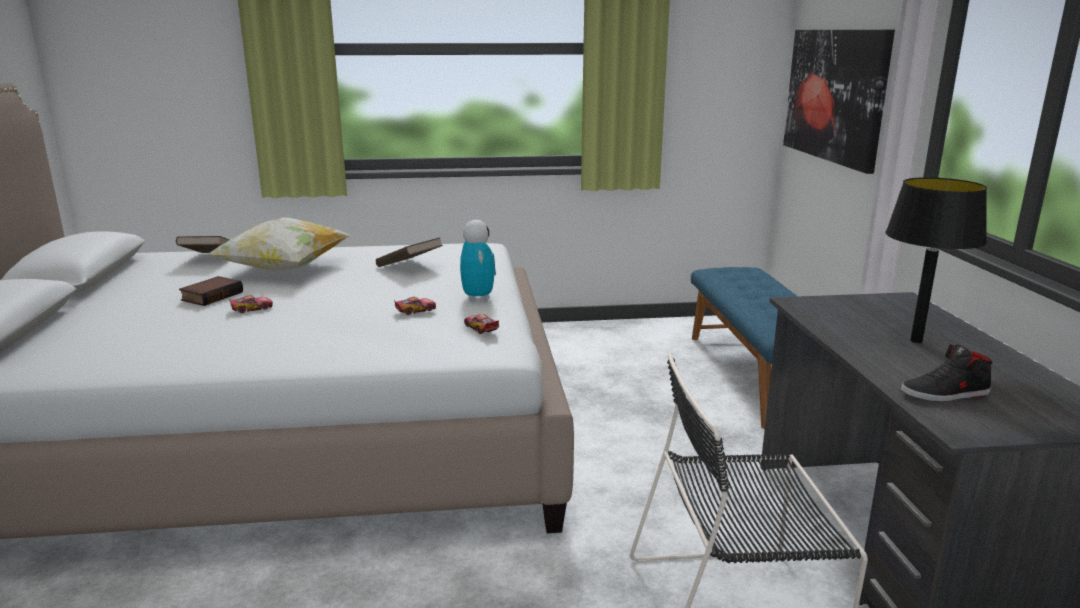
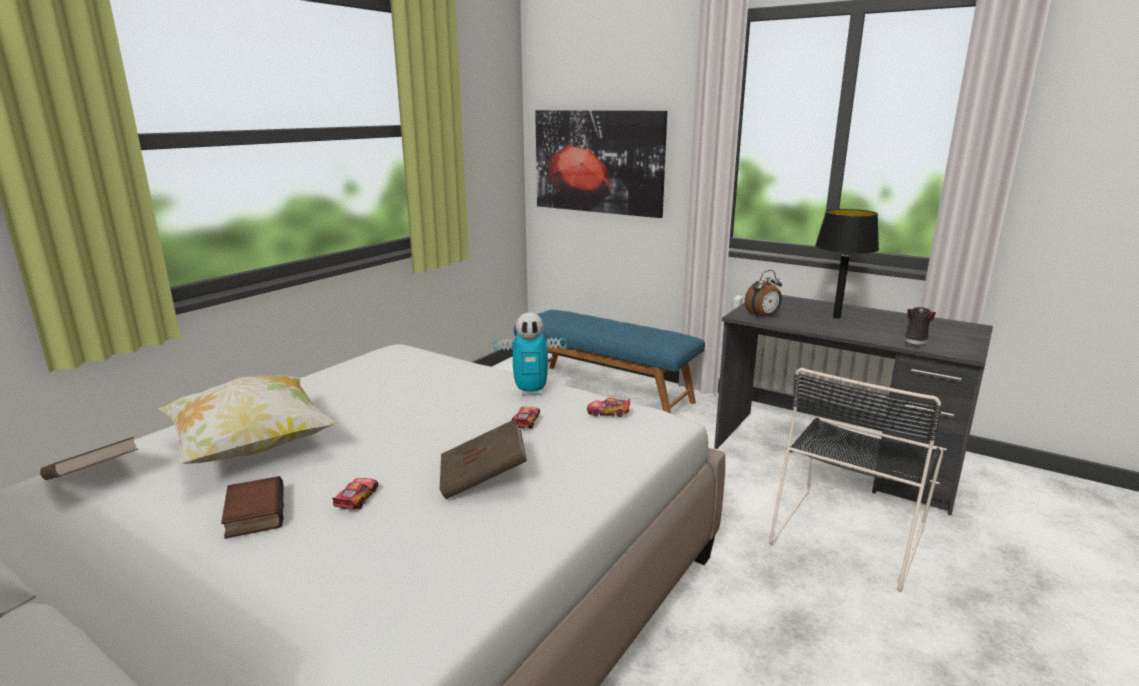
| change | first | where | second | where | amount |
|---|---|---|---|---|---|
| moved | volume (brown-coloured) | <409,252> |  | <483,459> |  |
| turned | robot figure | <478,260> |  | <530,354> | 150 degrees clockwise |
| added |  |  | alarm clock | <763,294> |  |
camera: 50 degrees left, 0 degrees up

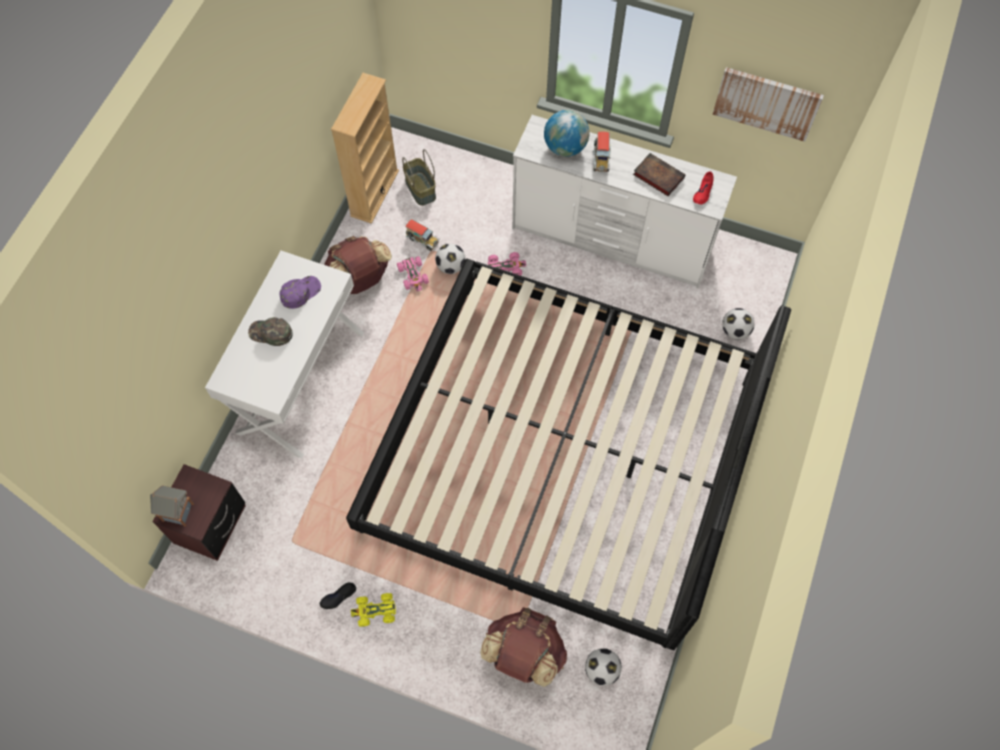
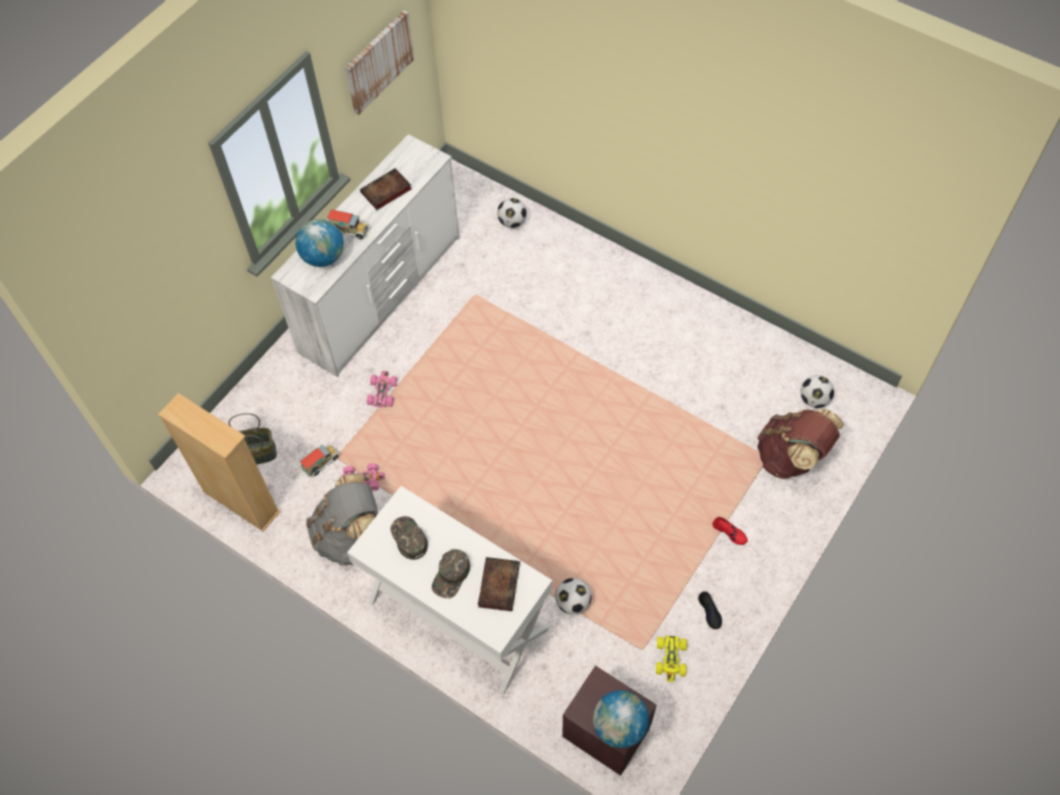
| change | first | where | second | where | amount |
|---|---|---|---|---|---|
| recoloured | rucksack (brown-coloured) | <358,265> | rucksack (grey) | <342,520> |  |
| recoloured | cap (purple) | <300,292> | cap (green) | <409,538> |  |
| added |  |  | volume | <499,584> |  |
| moved | football ball | <450,259> |  | <573,596> |  |
| replaced | model house | <172,506> | desk globe | <621,719> |  |
| moved | toy car (yellow-coloured) | <373,610> |  | <671,659> |  |
| moved | low shoe (red-coloured) | <703,187> |  | <730,531> |  |
| removed | bedroom bed | <568,454> |  |  |  |
camera: 75 degrees left, 5 degrees down

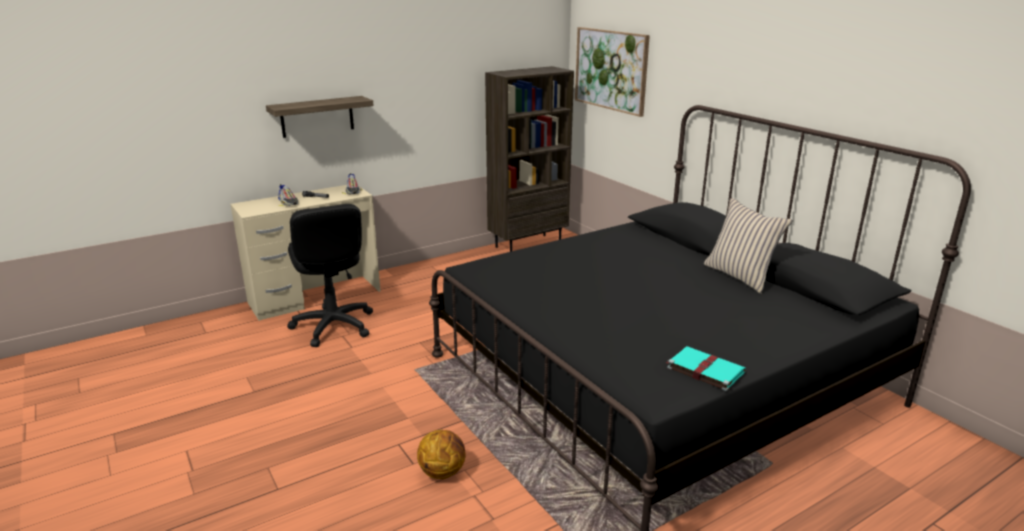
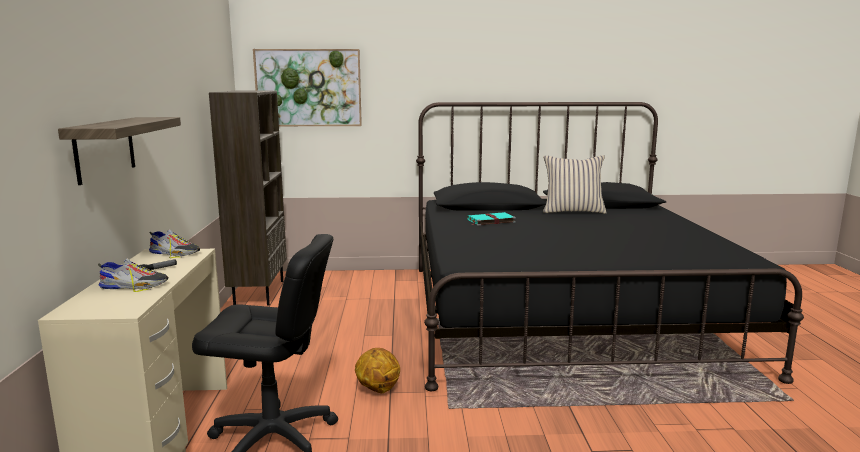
| change | first | where | second | where | amount |
|---|---|---|---|---|---|
| moved | basketball | <441,454> |  | <377,370> |  |
| moved | volume (turquoise) | <705,368> |  | <491,219> |  |
camera: 60 degrees left, 10 degrees down

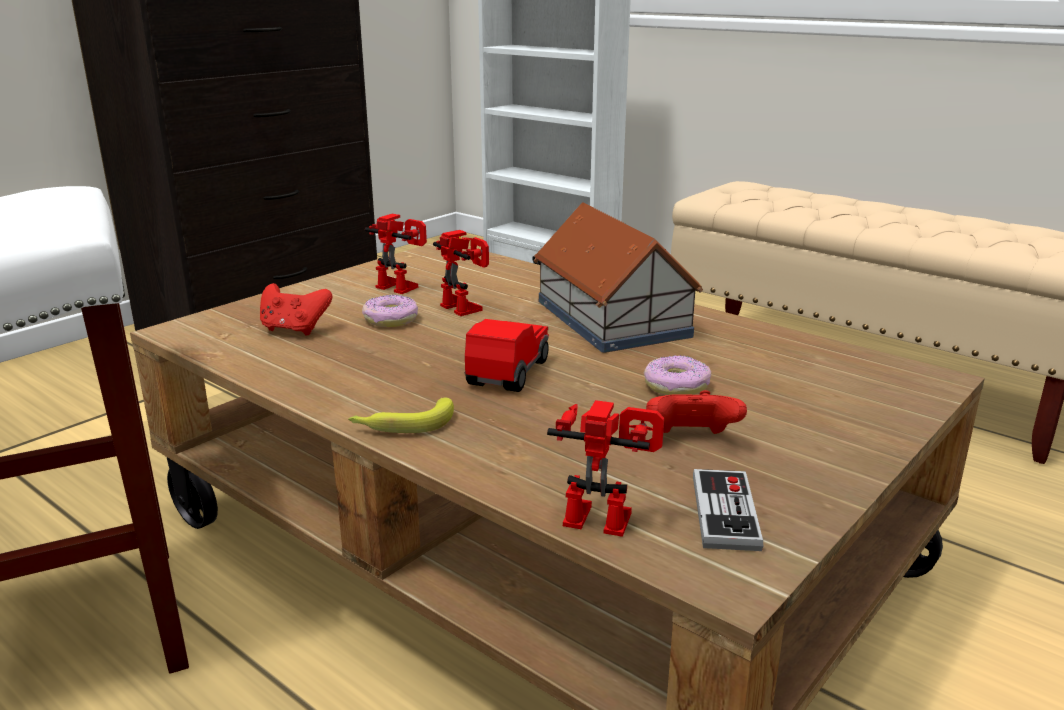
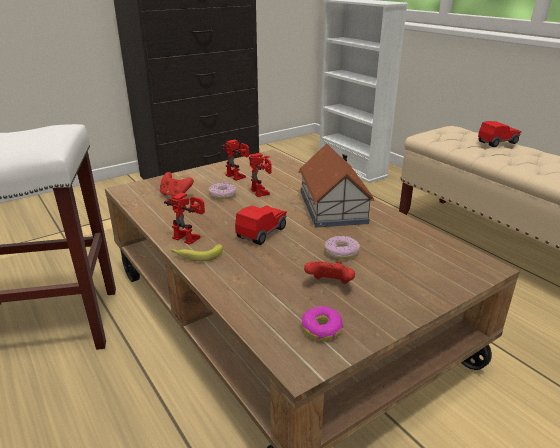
| change | first | where | second | where | amount |
|---|---|---|---|---|---|
| moved | robot figure | <605,468> |  | <184,219> |  |
| replaced | joypad | <728,510> | doughnut | <322,323> |  |
| added |  |  | toy car | <499,134> |  |
camera: 15 degrees right, 5 degrees up

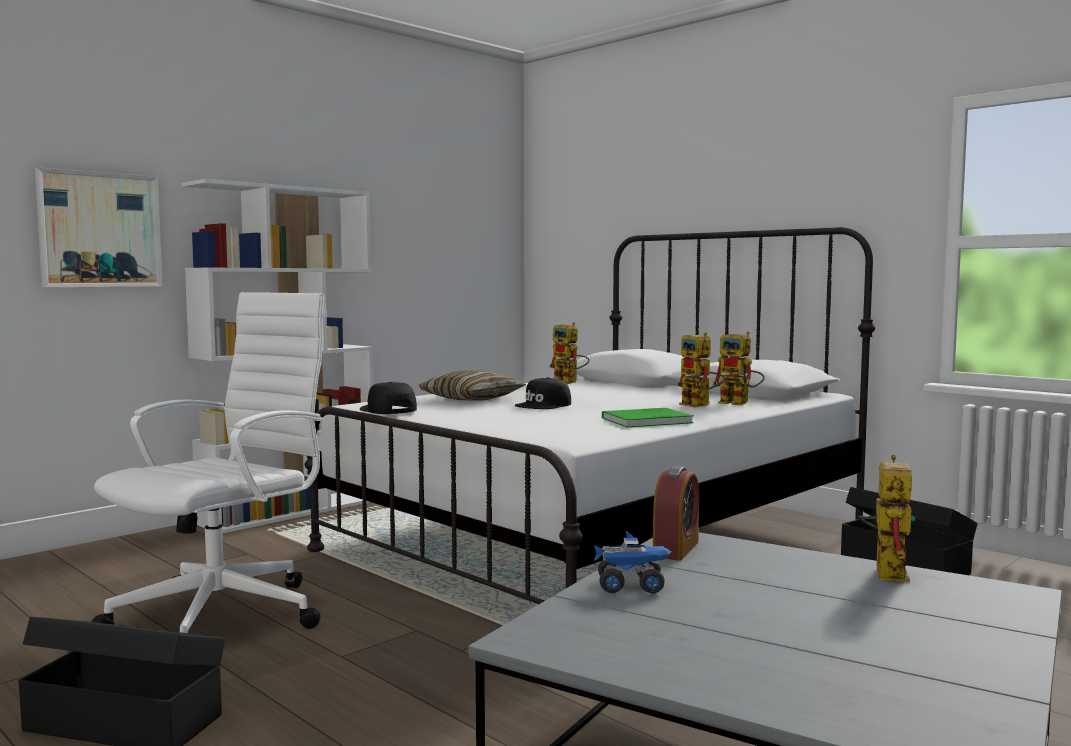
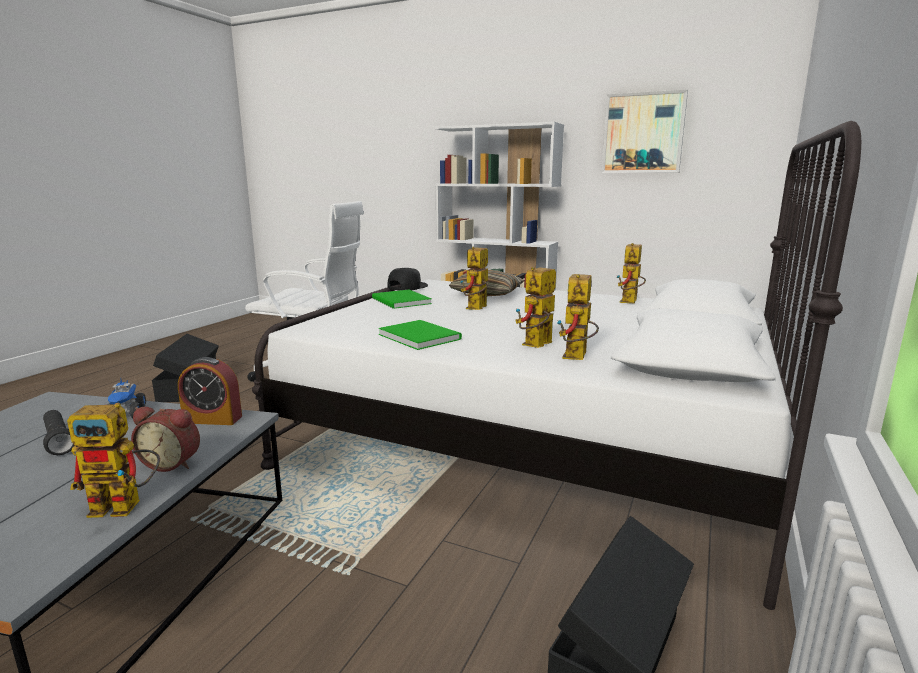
| change | first | where | second | where | amount |
|---|---|---|---|---|---|
| added |  |  | flashlight (black-coloured) | <59,432> |  |
| added |  |  | alarm clock | <165,439> |  |
| added |  |  | volume (green) | <402,299> |  |
| replaced | cap (black-coloured) | <542,393> | robot figure | <474,278> |  |
| moved | wall art | <98,227> |  | <644,131> |  |
camera: 70 degrees right, 10 degrees up

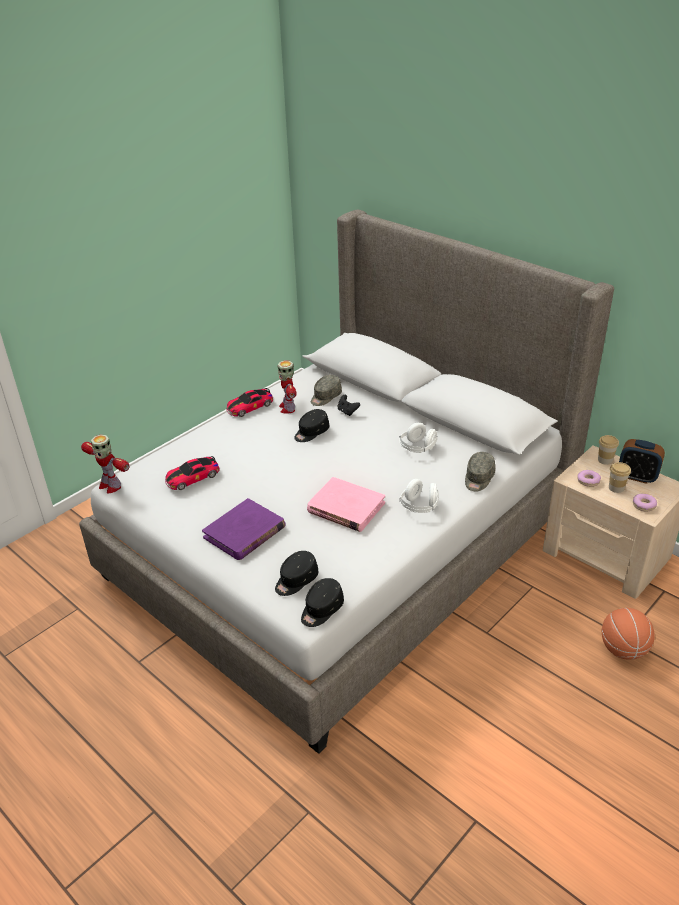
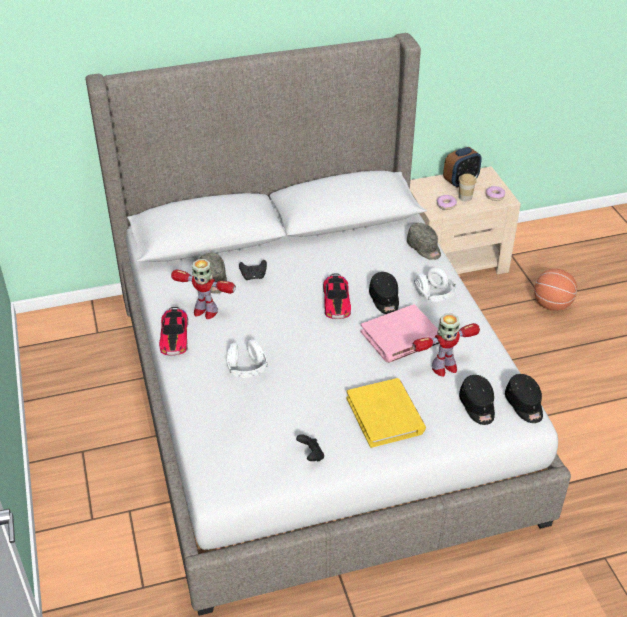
| change | first | where | second | where | amount |
|---|---|---|---|---|---|
| moved | headset (white) | <418,438> |  | <247,358> |  |
| added |  |  | joypad (black-coloured) | <310,447> |  |
| moved | toy car | <192,473> |  | <337,296> |  |
| recoloured | volume (purple) | <244,529> | volume (yellow-coloured) | <386,413> |  |
| moved | cap (black-coloured) | <311,425> |  | <384,293> |  |
| moved | robot figure | <105,464> |  | <446,345> |  |
| removed | drinking cup | <608,450> |  |  |  |
camera: 60 degrees left, 5 degrees up

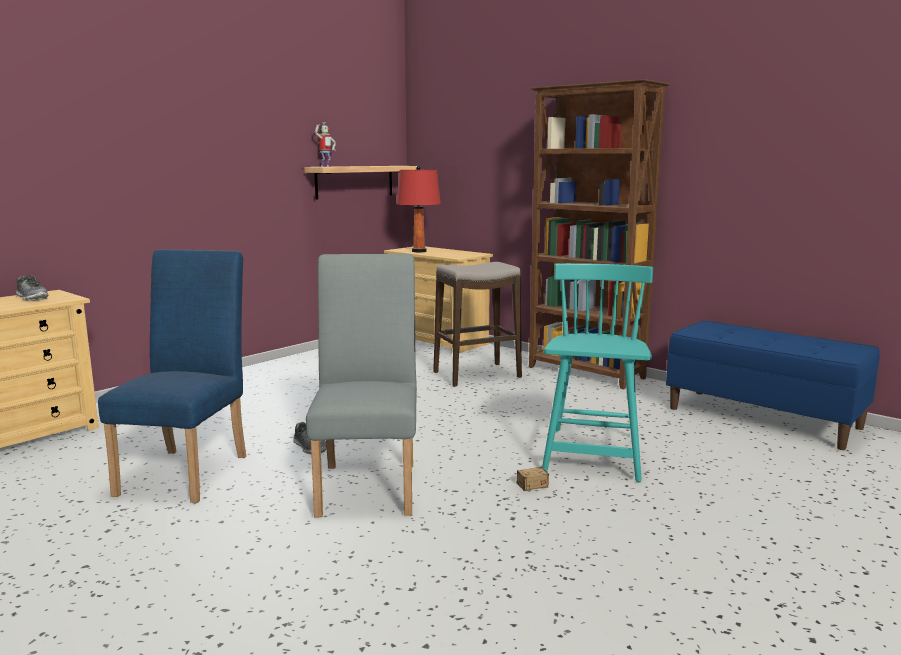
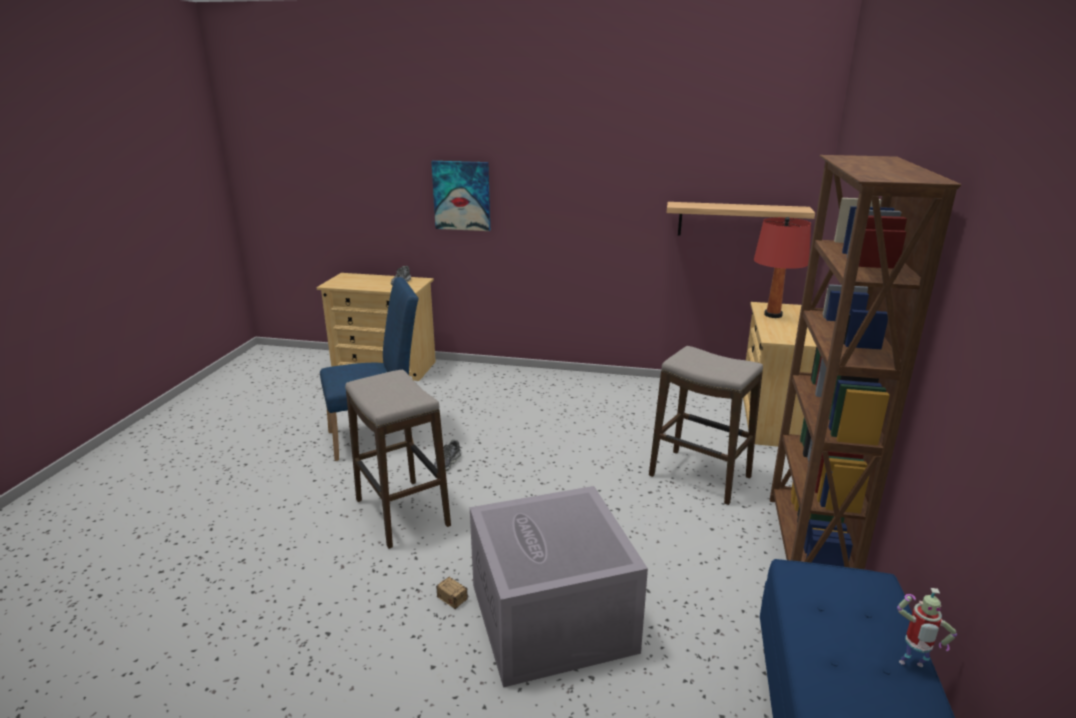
| change | first | where | second | where | amount |
|---|---|---|---|---|---|
| replaced | plain chair (grey) | <361,385> | stool | <398,459> |  |
| added |  |  | wall art | <460,196> |  |
| replaced | plain chair (turquoise) | <597,372> | storage bin (grey) | <559,586> |  |
| moved | robot figure | <325,144> |  | <927,627> |  |
camera: 60 degrees right, 10 degrees up

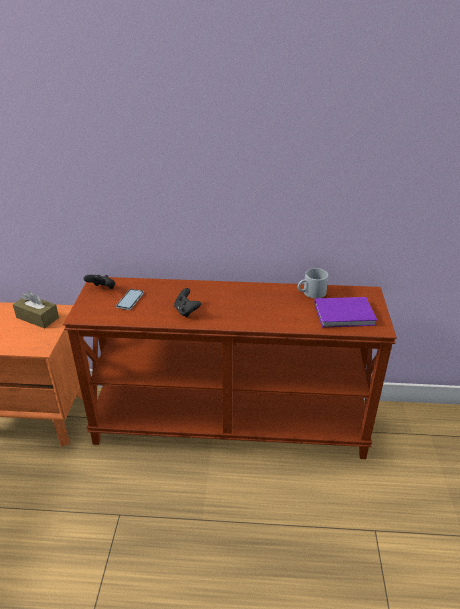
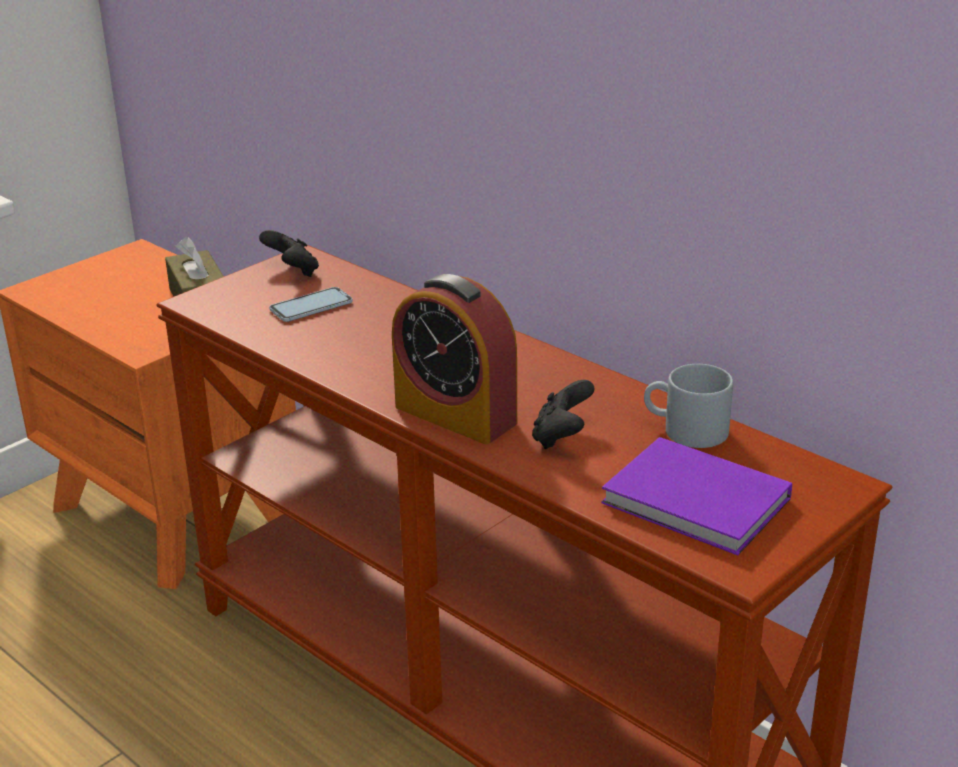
| change | first | where | second | where | amount |
|---|---|---|---|---|---|
| added |  |  | alarm clock | <454,359> |  |
| moved | joypad (black-coloured) | <187,302> |  | <563,414> |  |
camera: 40 degrees right, 5 degrees down

